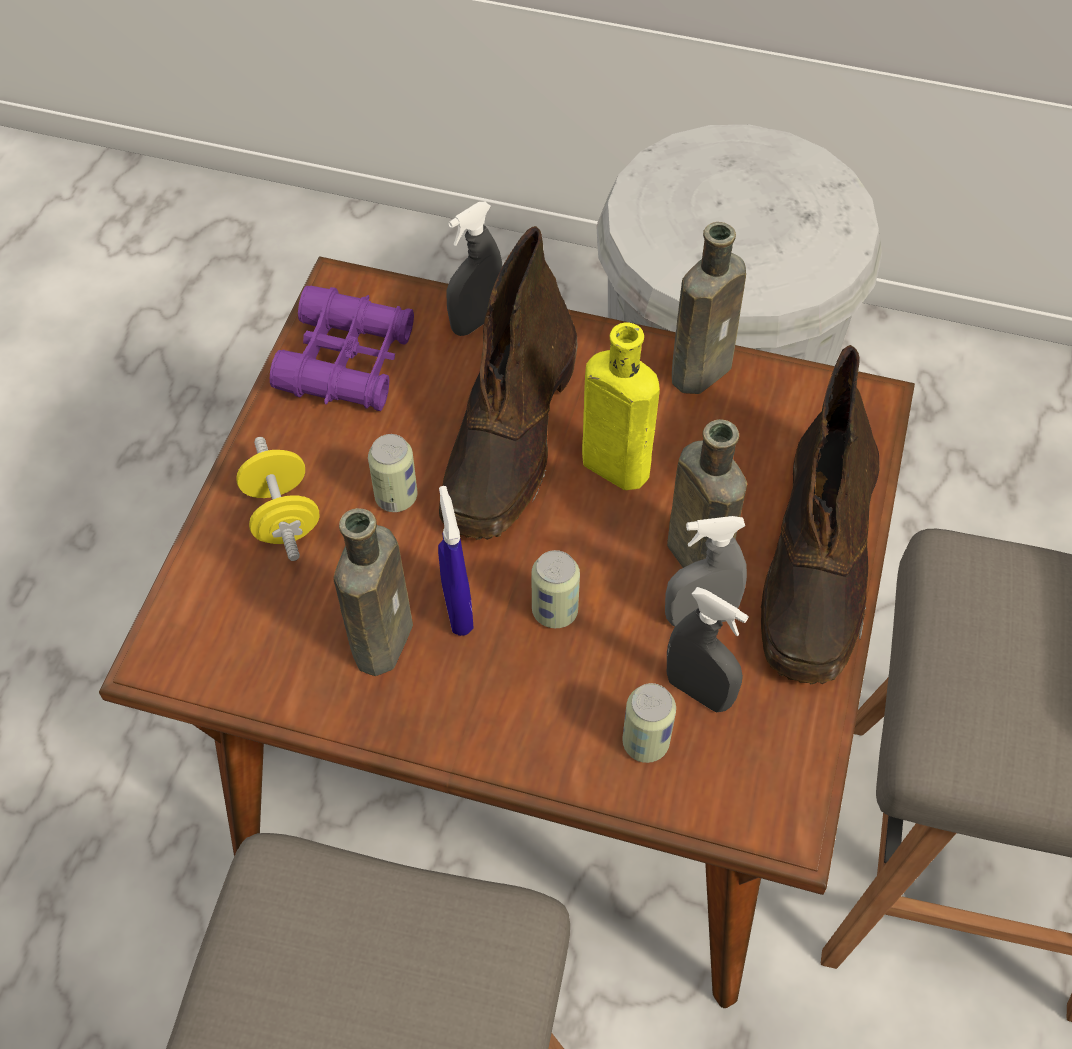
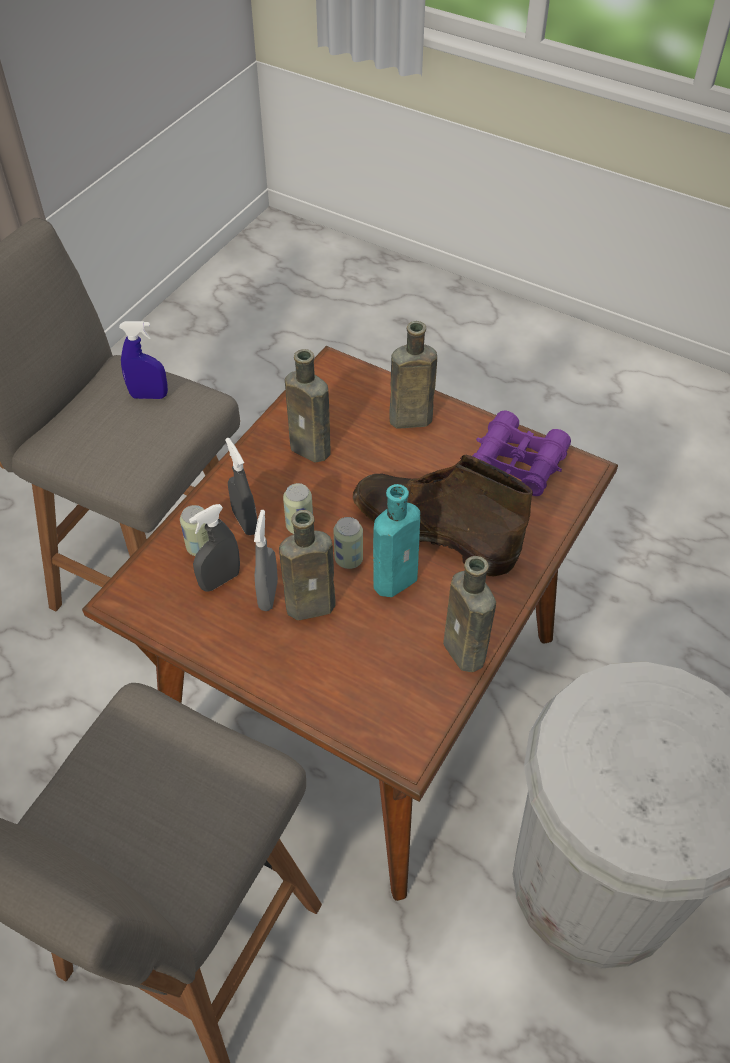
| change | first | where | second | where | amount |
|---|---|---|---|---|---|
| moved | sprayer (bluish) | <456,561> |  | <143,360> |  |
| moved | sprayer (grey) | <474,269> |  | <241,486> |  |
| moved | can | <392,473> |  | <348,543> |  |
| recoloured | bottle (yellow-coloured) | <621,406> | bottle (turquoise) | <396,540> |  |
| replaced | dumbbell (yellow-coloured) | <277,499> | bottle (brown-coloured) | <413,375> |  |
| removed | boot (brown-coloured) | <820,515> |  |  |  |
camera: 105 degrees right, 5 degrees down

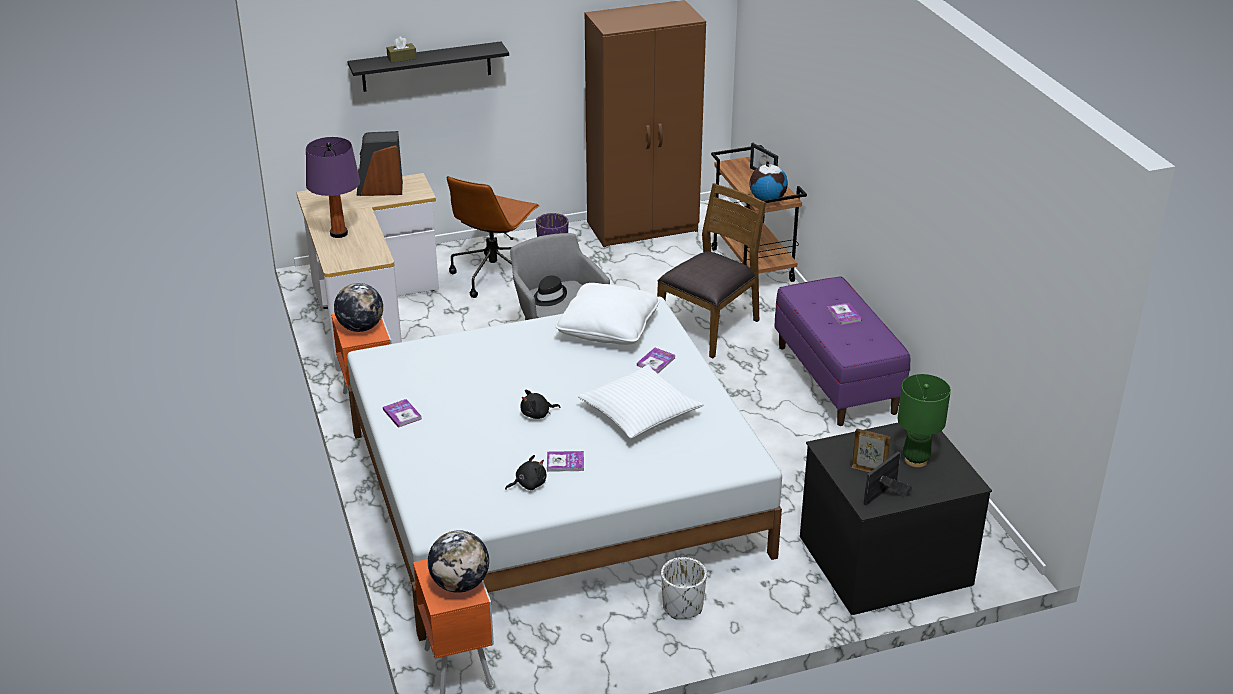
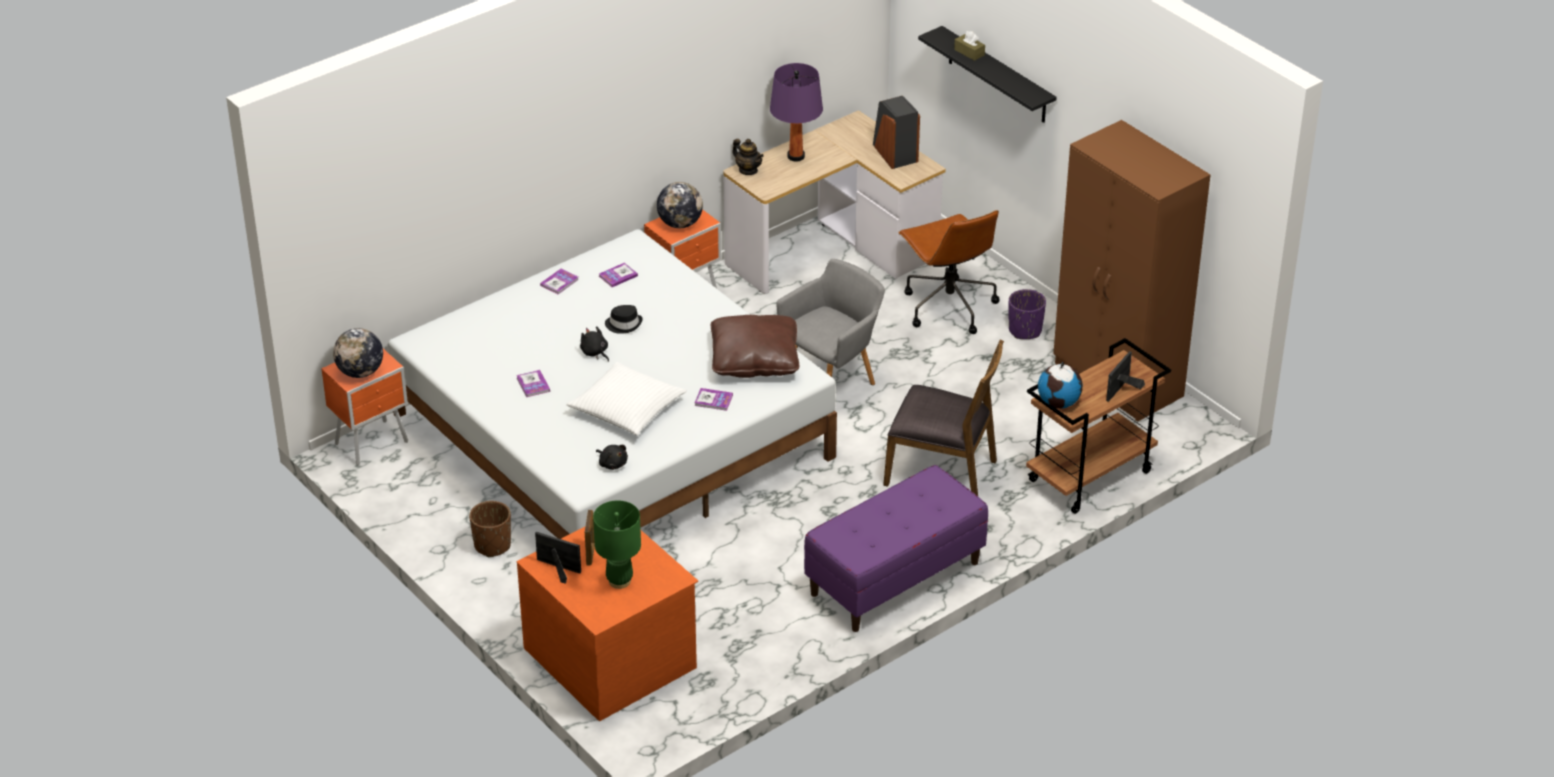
| change | first | where | second | where | amount |
|---|---|---|---|---|---|
| recoloured | planter (white) | <684,588> | planter (brown-coloured) | <490,529> |  |
| recoloured | dresser (black-coloured) | <896,519> | dresser (orange-coloured) | <607,623> |  |
| moved | soft toy (black-coloured) | <526,472> |  | <612,457> |  |
| moved | volume | <845,314> |  | <618,275> |  |
| moved | wearable hat (black-coloured) | <550,290> |  | <624,319> |  |
| recoloured | pillow (white) | <608,314> | pillow (brown-coloured) | <755,346> |  |
| added |  |  | teapot | <748,157> |  |
| turned | computer chair (brown-coloured) | <493,237> |  | <949,272> | 120 degrees counterclockwise |
camera: 70 degrees right, 5 degrees up

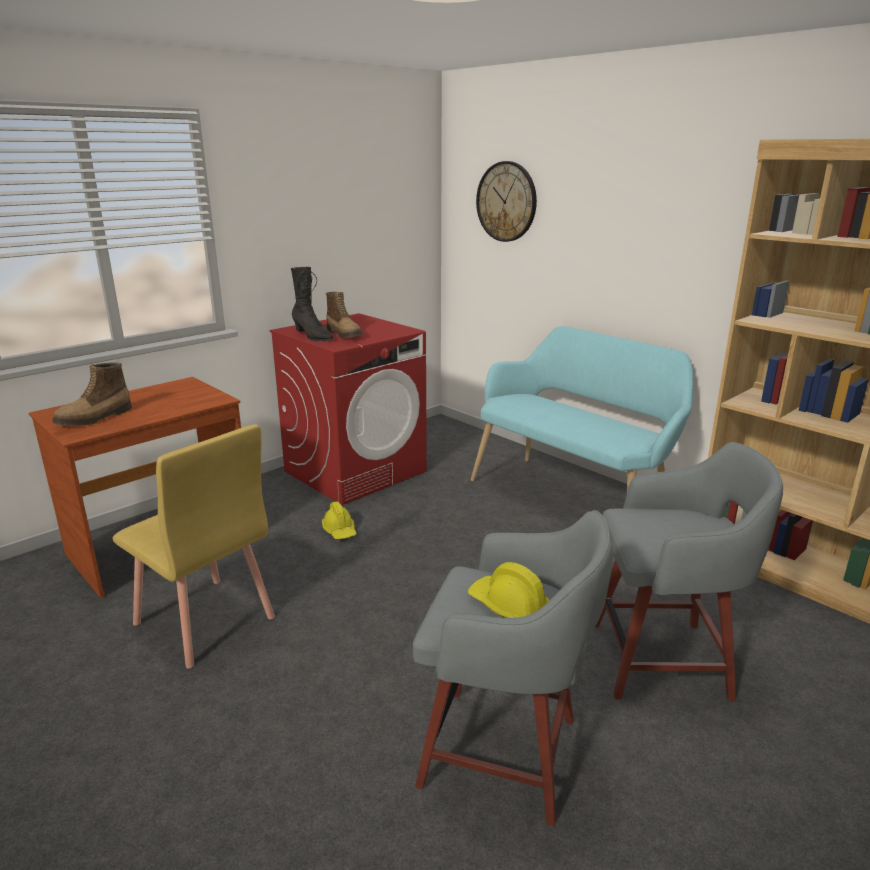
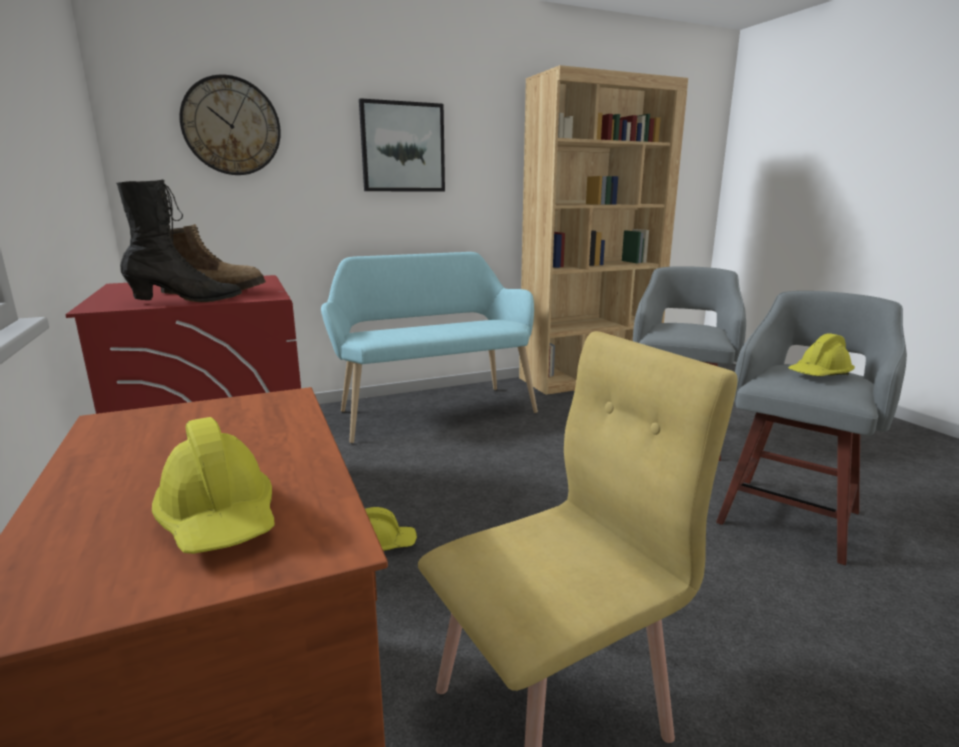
| change | first | where | second | where | amount |
|---|---|---|---|---|---|
| replaced | boot | <92,394> | hard hat (yellow-coloured) | <213,485> |  |
| added |  |  | wall art | <402,144> |  |
camera: 70 degrees left, 5 degrees down

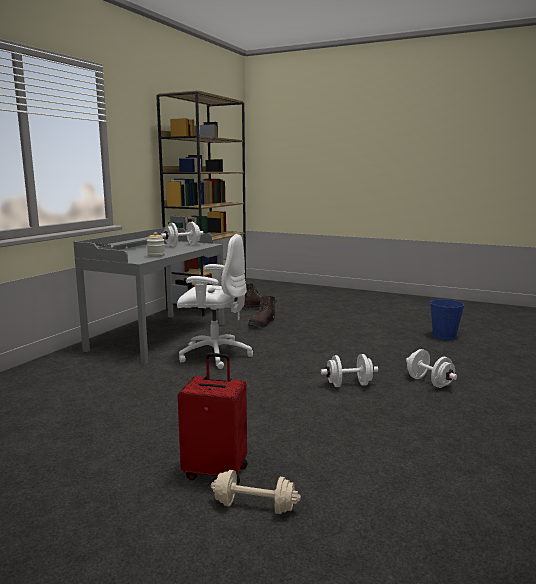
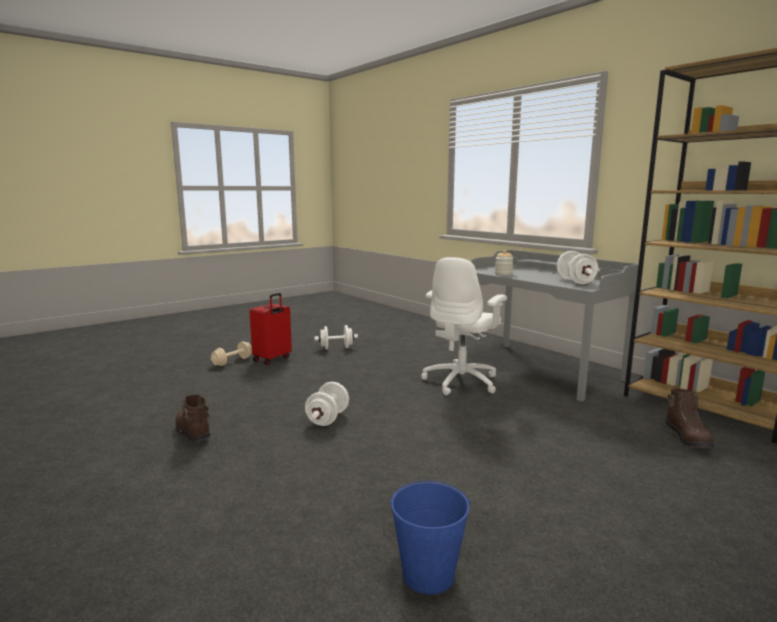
| change | first | where | second | where | amount |
|---|---|---|---|---|---|
| moved | boot (brown-coloured) | <262,312> |  | <193,419> |  |
| moved | dumbbell (white) | <431,368> |  | <336,337> |  |
camera: 115 degrees right, 0 degrees up

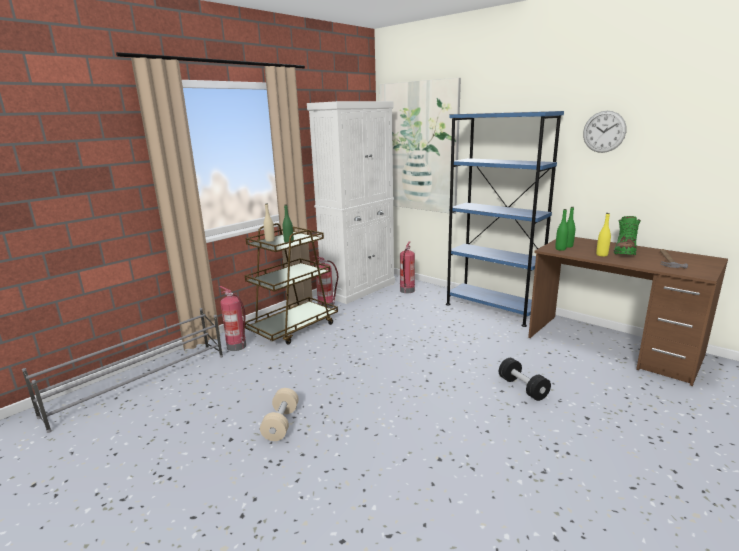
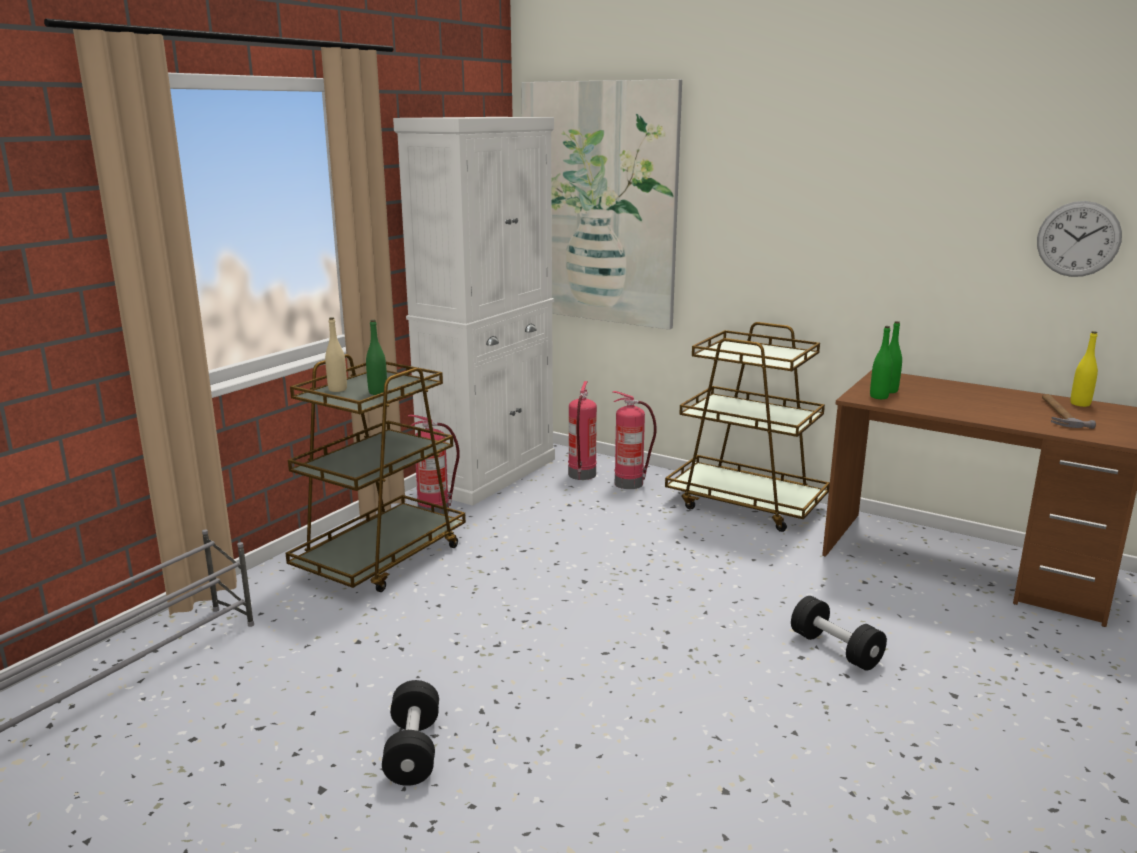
| change | first | where | second | where | amount |
|---|---|---|---|---|---|
| recoloured | dumbbell (beige) | <279,414> | dumbbell (black-coloured) | <410,733> |  |
| moved | fire extinguisher | <232,318> |  | <634,440> |  |
| replaced | shelving unit (bluish) | <505,219> | cart (brown-coloured) | <747,427> |  |
| moved | wall clock | <604,132> |  | <1079,239> |  |
| moved | bottle (yellow-coloured) | <603,235> |  | <1084,369> |  |
| removed | boot (green) | <627,235> |  |  |  |
camera: 10 degrees left, 0 degrees up

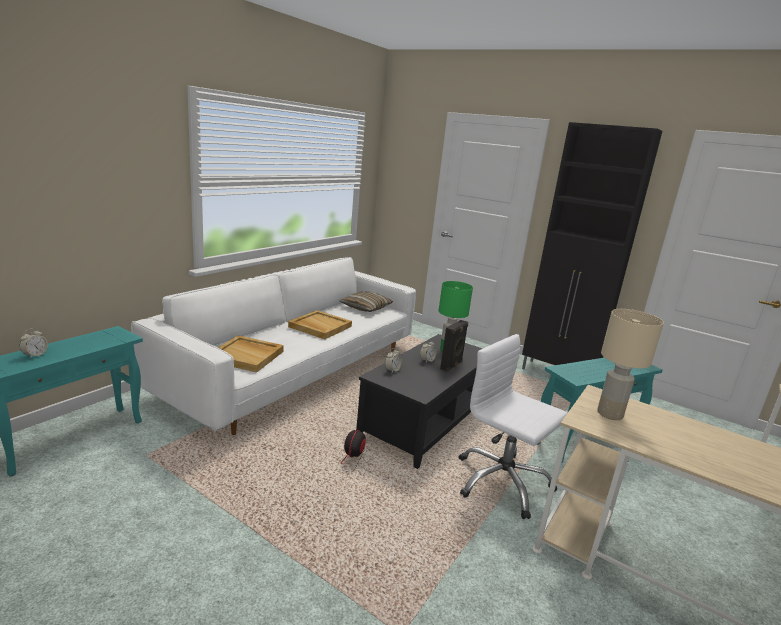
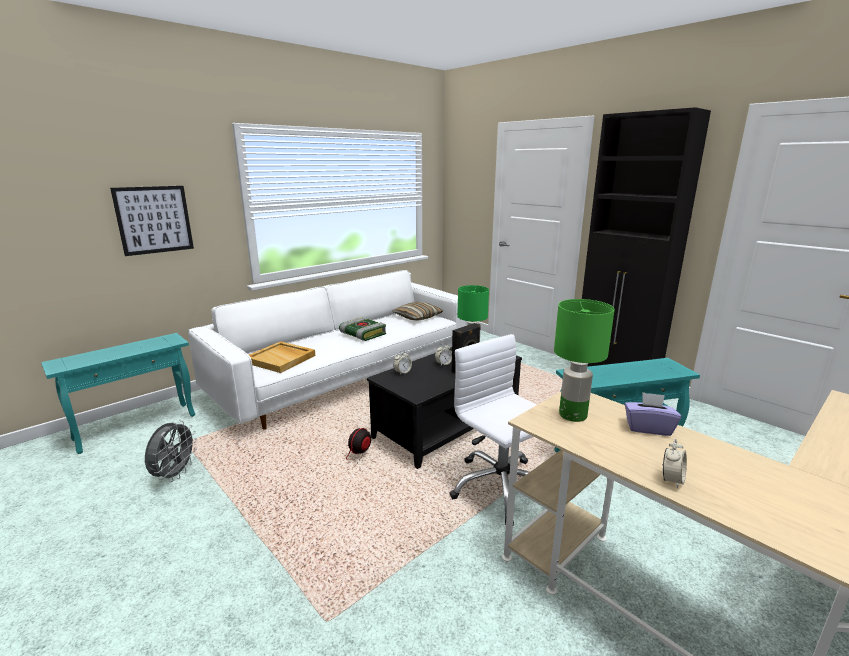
| change | first | where | second | where | amount |
|---|---|---|---|---|---|
| added |  |  | wall art | <152,221> |  |
| added |  |  | electric fan (grey) | <171,451> |  |
| replaced | tray (beige) | <320,325> | volume | <362,329> |  |
| recoloured | lamp for a table (beige) | <630,364> | lamp for a table (green) | <584,360> |  |
| added |  |  | box of tissues (purple) | <653,414> |  |
| moved | alarm clock | <33,343> |  | <675,464> |  |
camera: 15 degrees right, 0 degrees up

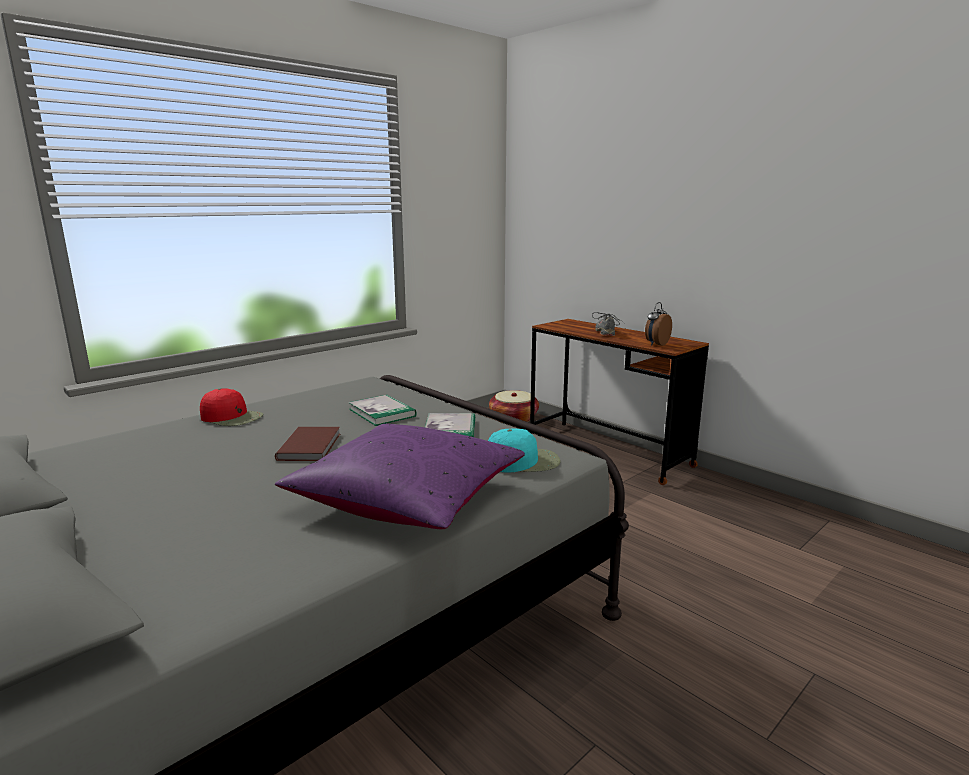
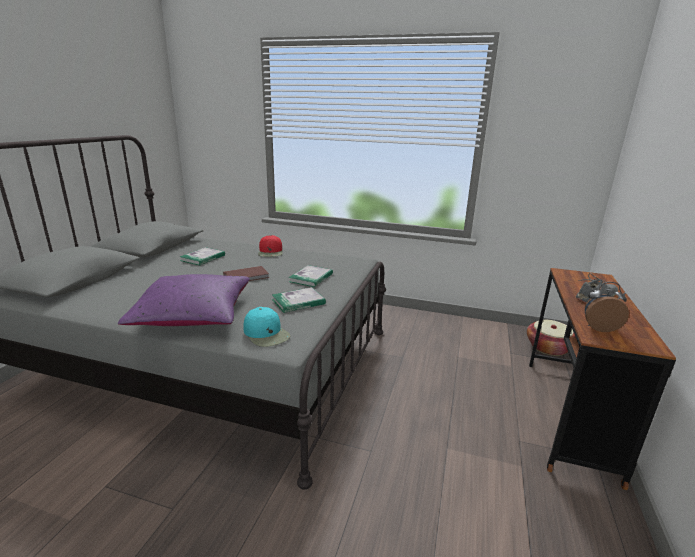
| change | first | where | second | where | amount |
|---|---|---|---|---|---|
| added |  |  | volume | <202,256> |  |
camera: 60 degrees right, 5 degrees up

